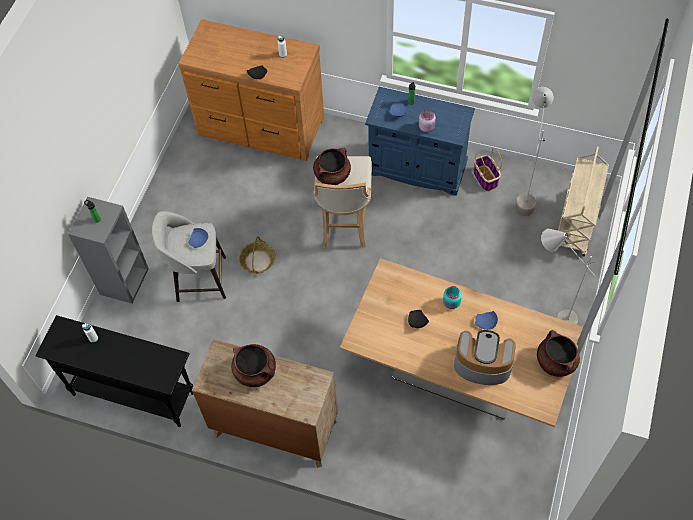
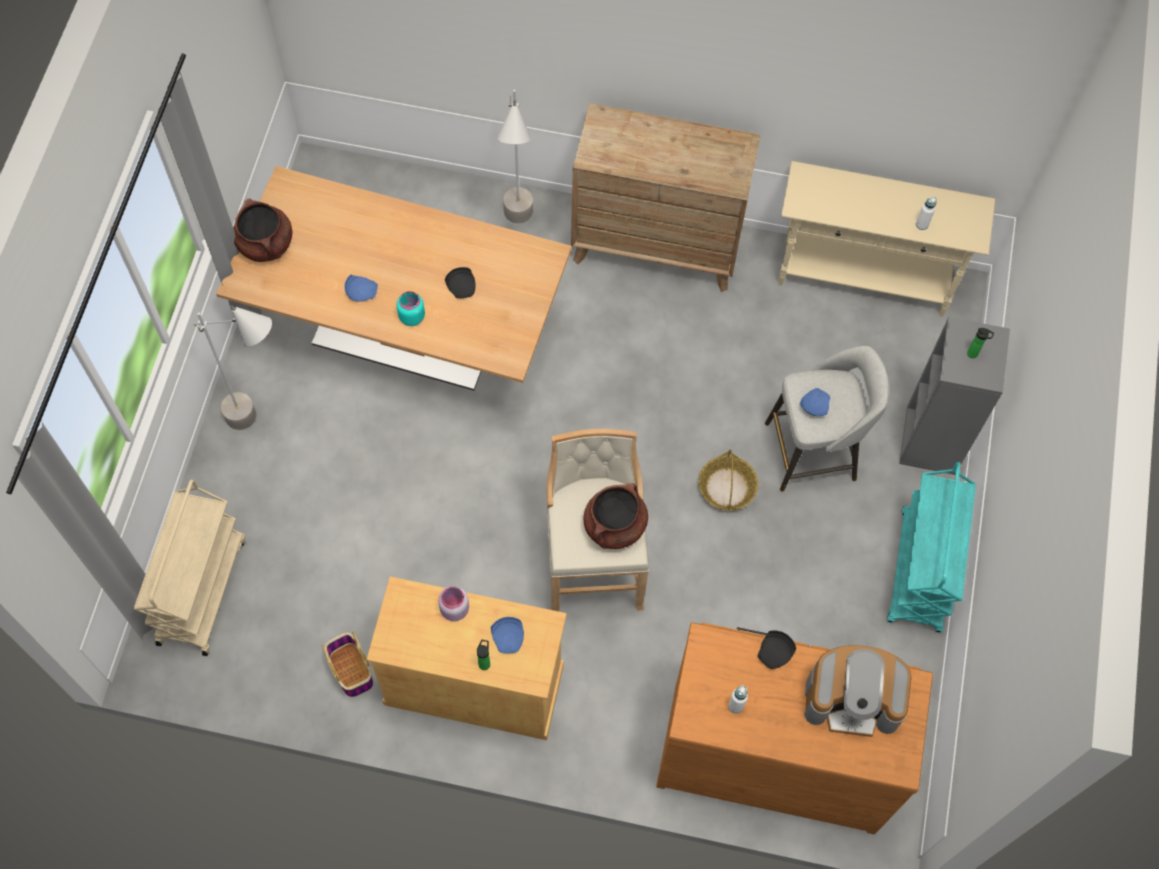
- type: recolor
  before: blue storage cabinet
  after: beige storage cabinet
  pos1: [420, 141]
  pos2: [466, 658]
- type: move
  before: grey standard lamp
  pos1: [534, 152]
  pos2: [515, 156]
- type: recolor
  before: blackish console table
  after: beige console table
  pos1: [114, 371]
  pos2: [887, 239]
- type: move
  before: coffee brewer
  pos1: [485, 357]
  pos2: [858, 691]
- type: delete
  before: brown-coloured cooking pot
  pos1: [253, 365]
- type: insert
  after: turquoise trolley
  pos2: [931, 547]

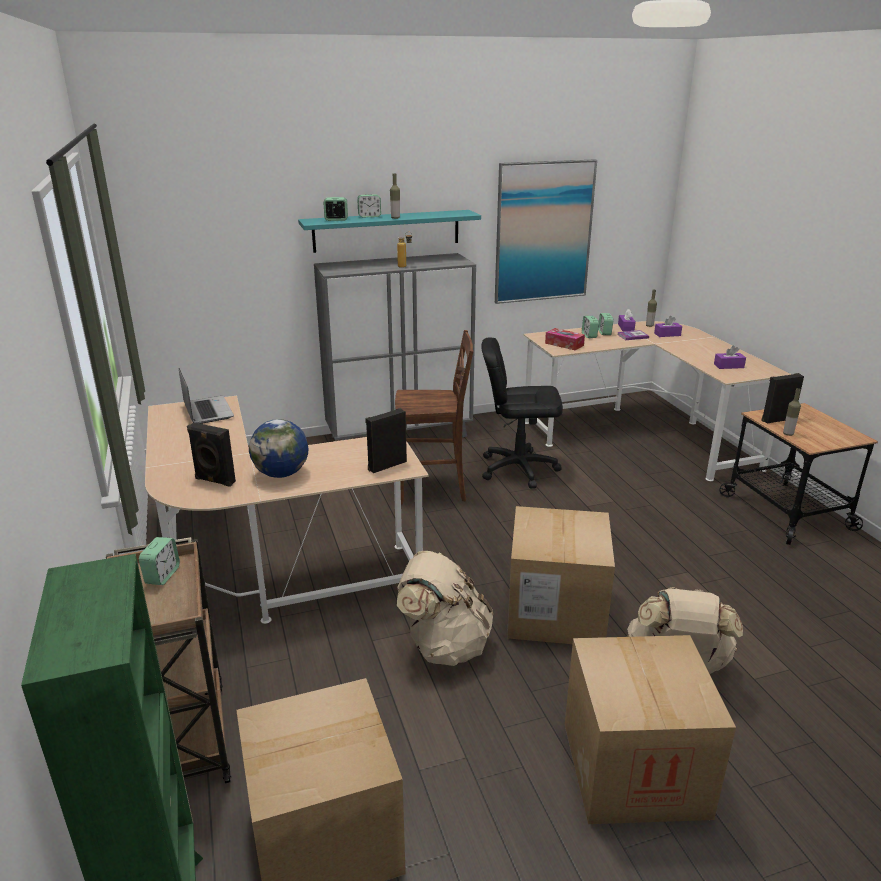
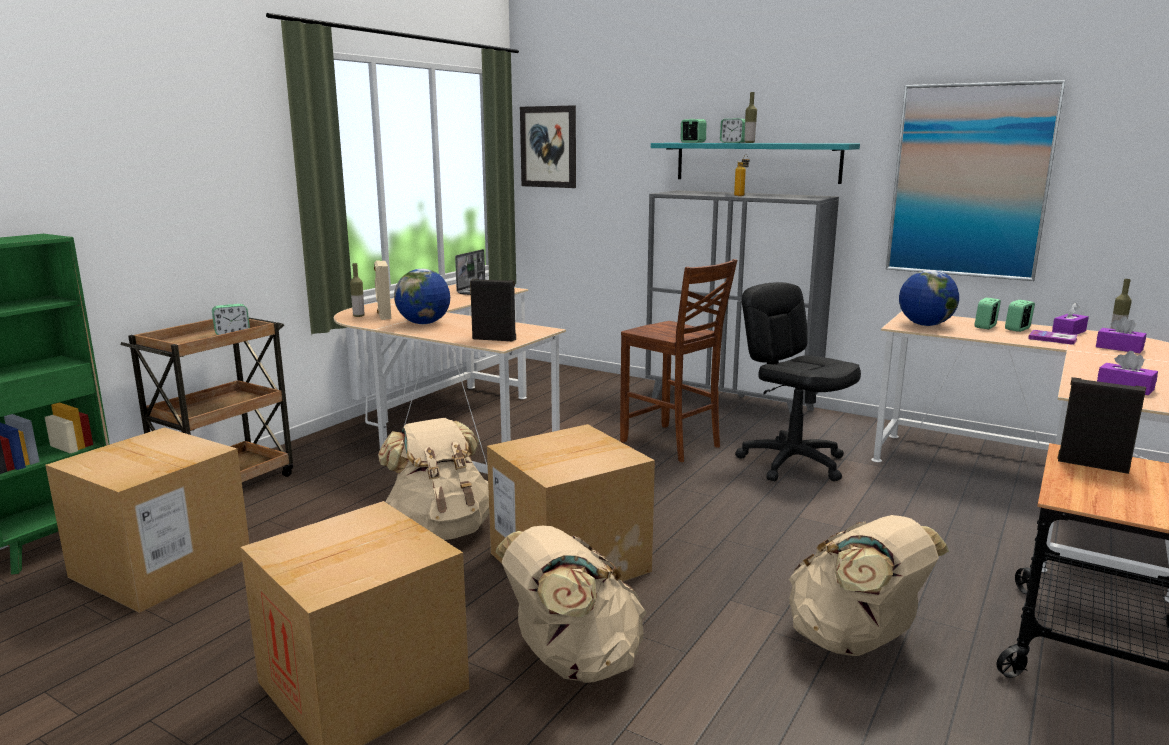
- type: replace
  before: box of tissues
  after: desk globe
  pos1: [565, 339]
  pos2: [929, 298]
- type: move
  before: drink bottle
  pos1: [792, 412]
  pos2: [357, 290]
- type: recolor
  before: blackish speaker
  after: beige speaker
  pos1: [211, 455]
  pos2: [382, 290]
- type: insert
  after: wall art
  pos2: [548, 146]
- type: insert
  after: beige backpack
  pos2: [869, 585]

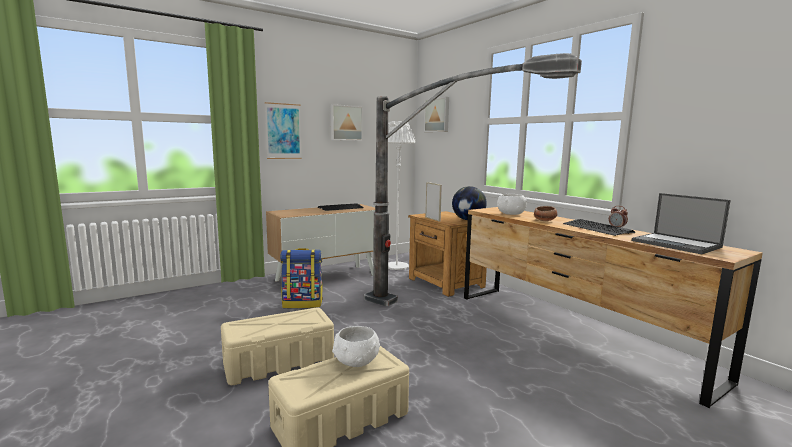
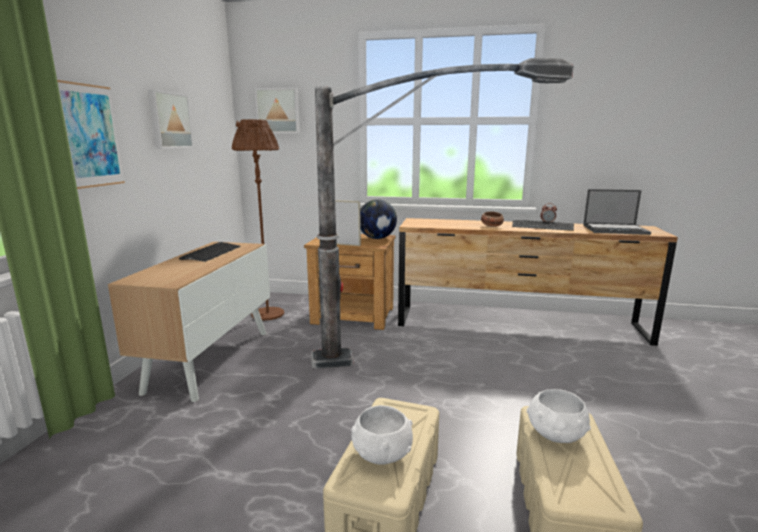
- type: recolor
  before: white standard lamp
  after: brown-coloured standard lamp
  pos1: [402, 195]
  pos2: [258, 220]
- type: move
  before: white deep dish
  pos1: [512, 204]
  pos2: [382, 435]
- type: delete
  before: backpack
  pos1: [301, 278]

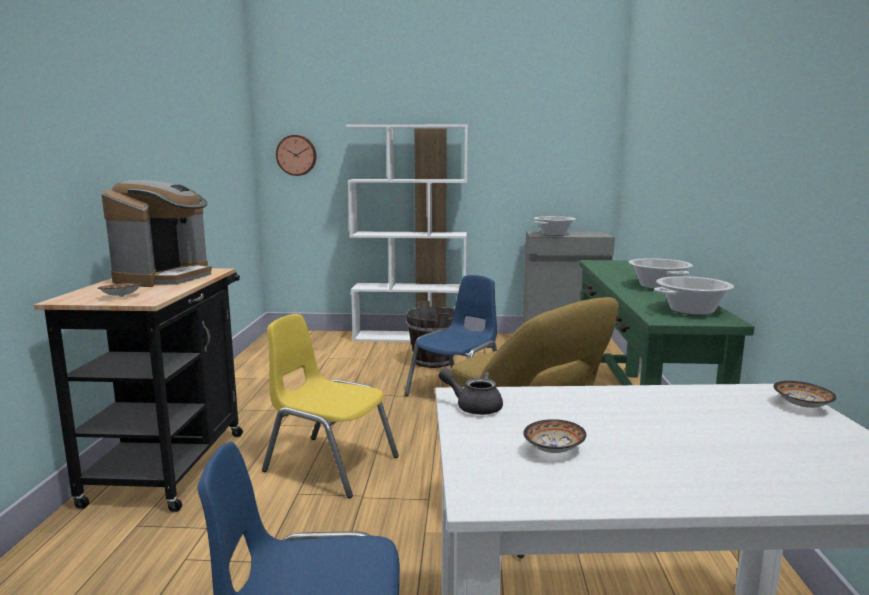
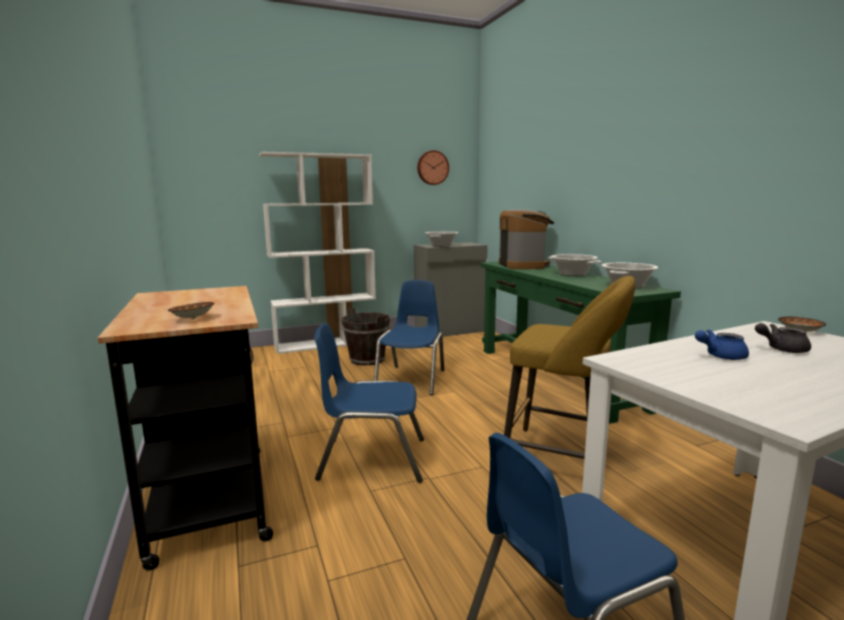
- type: move
  before: clock on the wall
  pos1: [296, 155]
  pos2: [433, 167]
- type: move
  before: coffee brewer
  pos1: [156, 233]
  pos2: [526, 239]
- type: recolor
  before: yellowish upright chair
  after: blue upright chair
  pos1: [330, 406]
  pos2: [369, 403]
- type: move
  before: grey teapot
  pos1: [470, 391]
  pos2: [783, 338]
- type: delete
  before: deep dish
  pos1: [554, 436]
- type: insert
  after: blue teapot
  pos2: [722, 344]

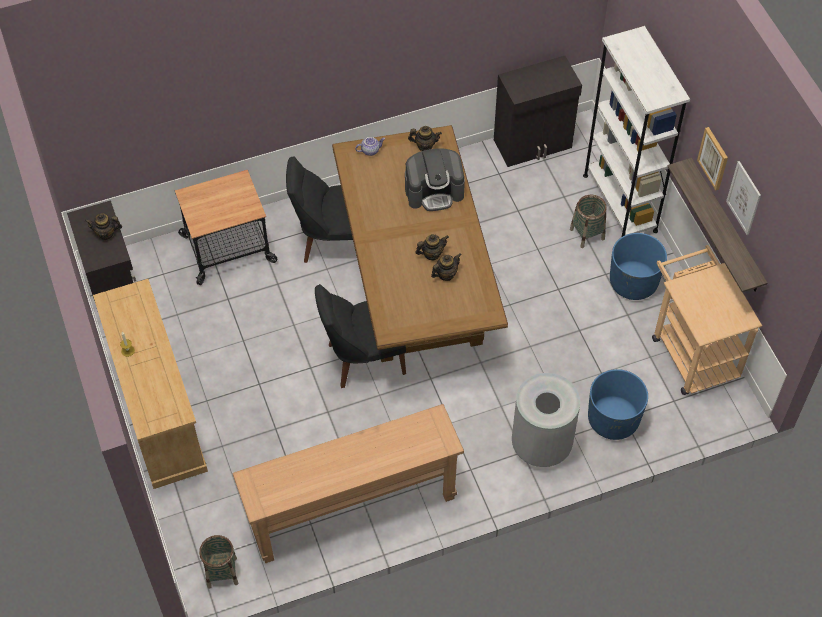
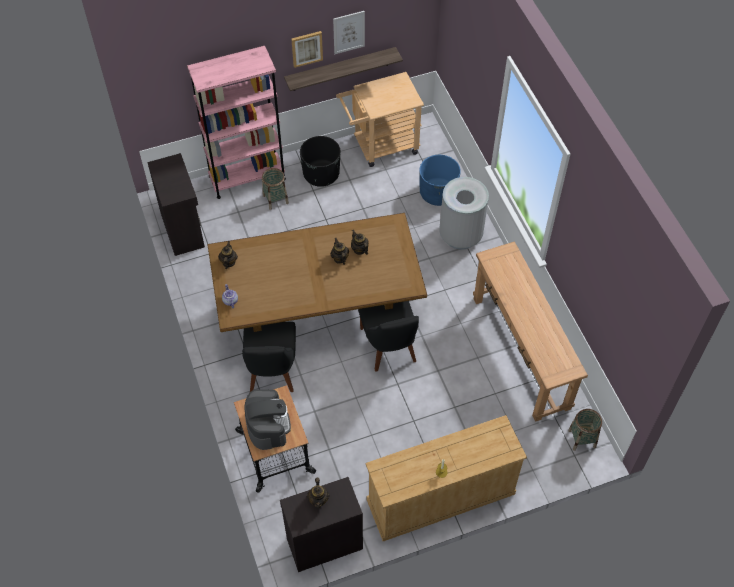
- type: recolor
  before: white shelving unit
  after: pink shelving unit
  pos1: [636, 131]
  pos2: [236, 122]
- type: move
  before: coffee brewer
  pos1: [435, 179]
  pos2: [268, 419]
- type: recolor
  before: blue plant pot
  after: blackish plant pot
  pos1: [638, 266]
  pos2: [320, 161]

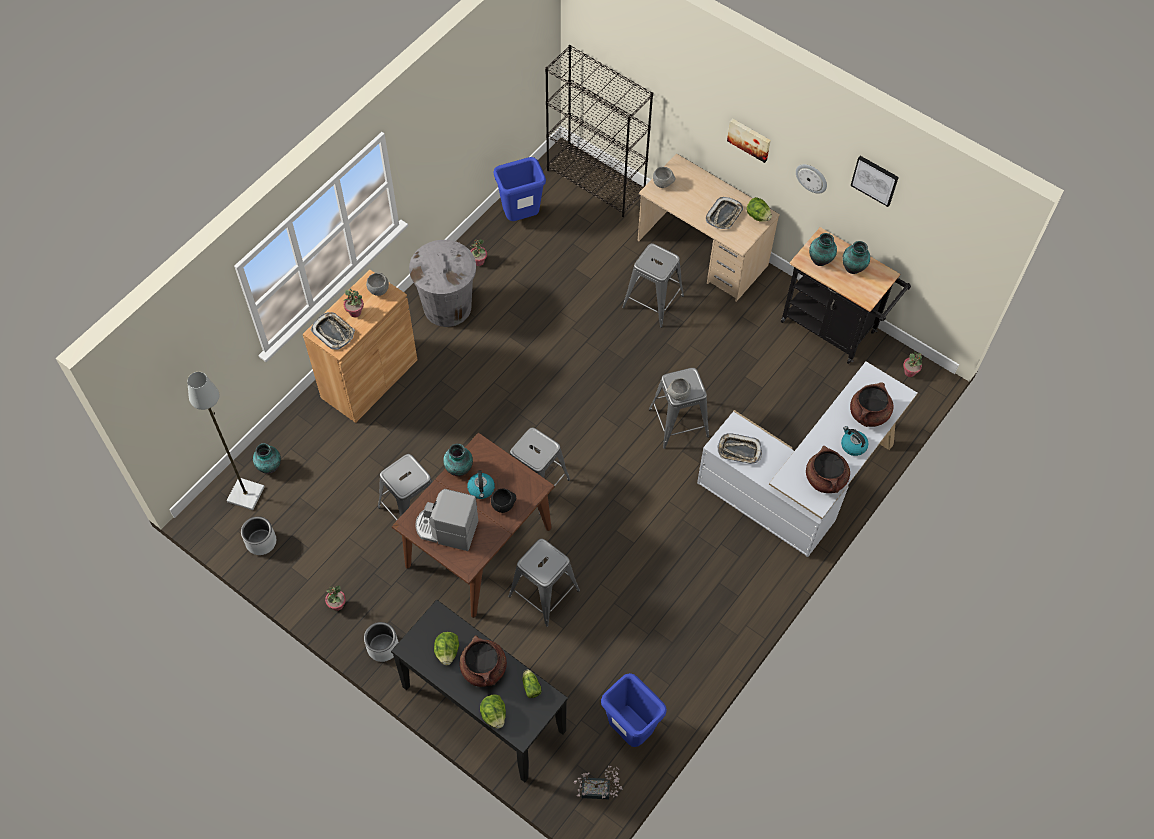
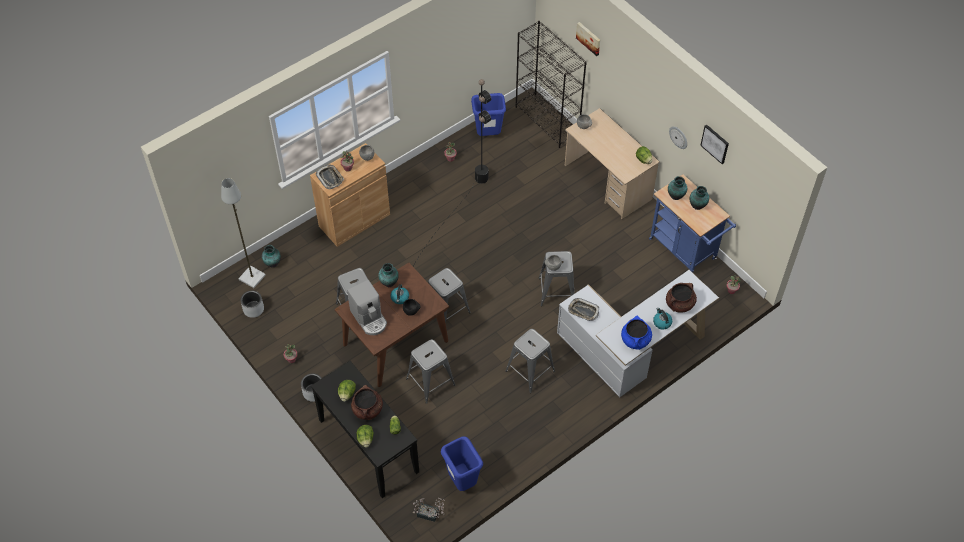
- type: move
  before: wall art
  pos1: [749, 140]
  pos2: [588, 39]
- type: delete
  before: carrying tray
  pos1: [724, 213]
- type: recolor
  before: blackish trolley
  after: blue trolley
  pos1: [846, 295]
  pos2: [692, 224]
- type: delete
  before: grey trash can
  pos1: [442, 283]
- type: move
  before: grey sitting stool
  pos1: [653, 285]
  pos2: [530, 361]
- type: recolor
  before: brown-coloured cooking pot
  after: blue cooking pot
  pos1: [828, 469]
  pos2: [636, 333]
- type: rotate
  before: coffee brewer
  pos1: [446, 520]
  pos2: [367, 307]
  turn: -150
- type: insert
  after: blackish standard lamp
  pos2: [452, 172]

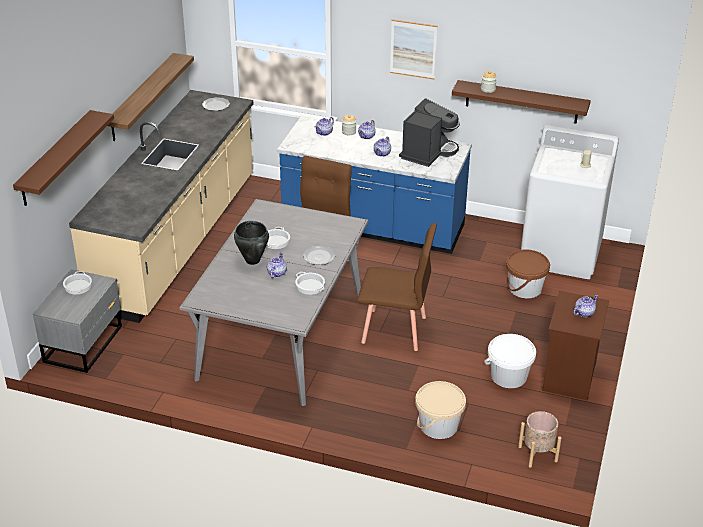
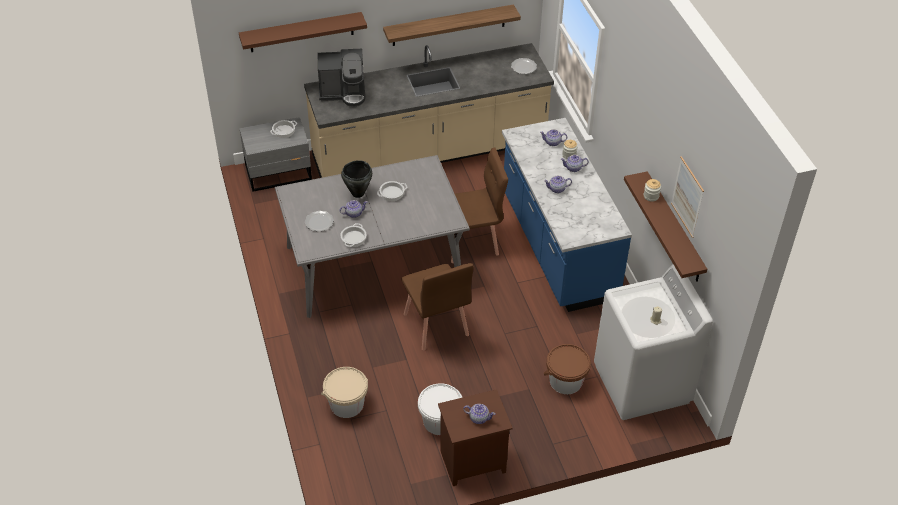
- type: move
  before: wall art
  pos1: [413, 49]
  pos2: [687, 197]
- type: move
  before: coffee brewer
  pos1: [429, 132]
  pos2: [341, 78]
- type: move
  before: dinner plate
  pos1: [319, 255]
  pos2: [319, 221]
- type: delete
  before: beige plant pot
  pos1: [539, 439]

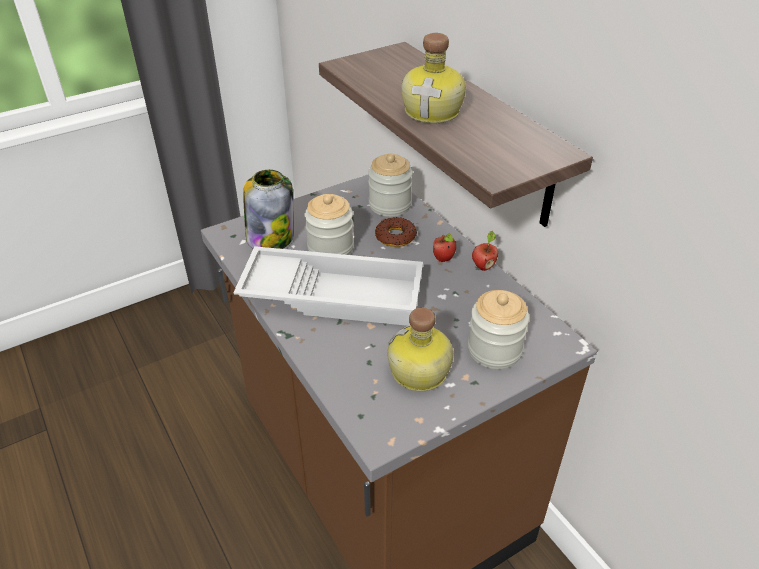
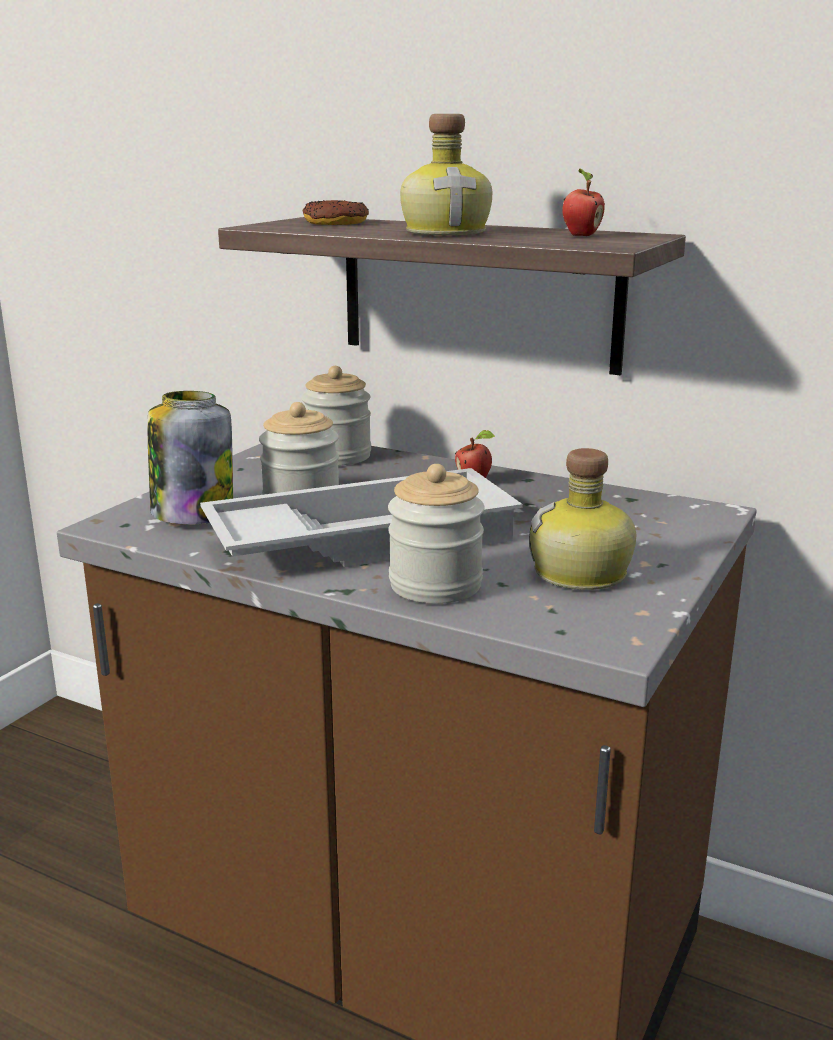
- type: move
  before: ring doughnut
  pos1: [396, 232]
  pos2: [336, 212]
- type: move
  before: whole apple
  pos1: [485, 251]
  pos2: [583, 202]
- type: move
  before: storage jar
  pos1: [498, 329]
  pos2: [436, 534]

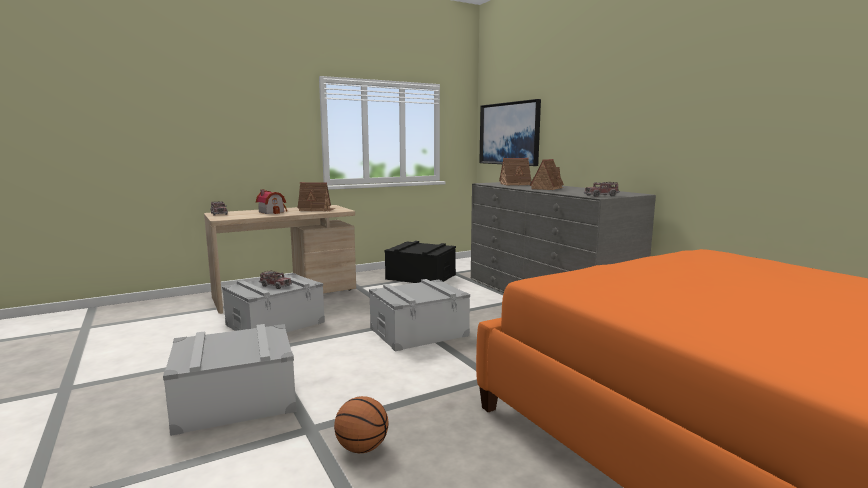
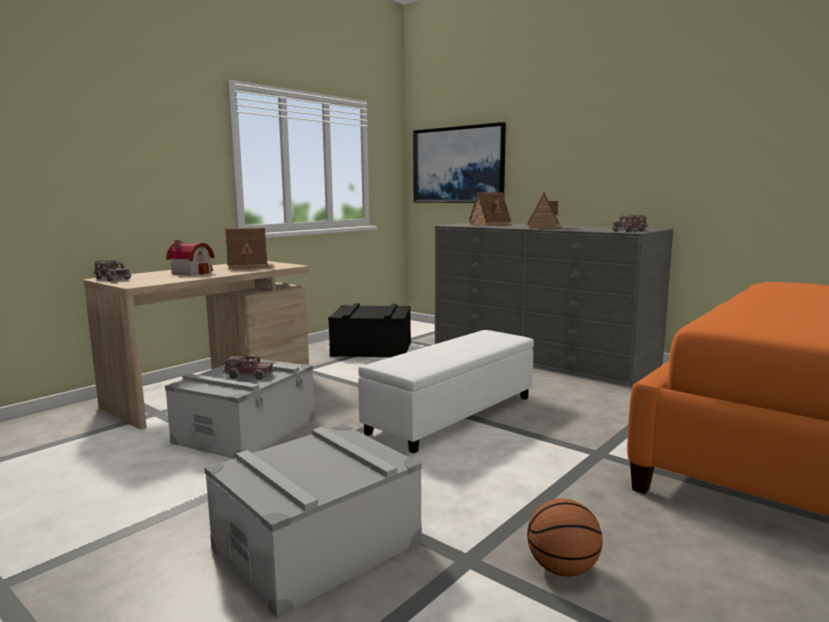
- type: replace
  before: grey storage box
  after: white pouffe
  pos1: [419, 315]
  pos2: [446, 391]

